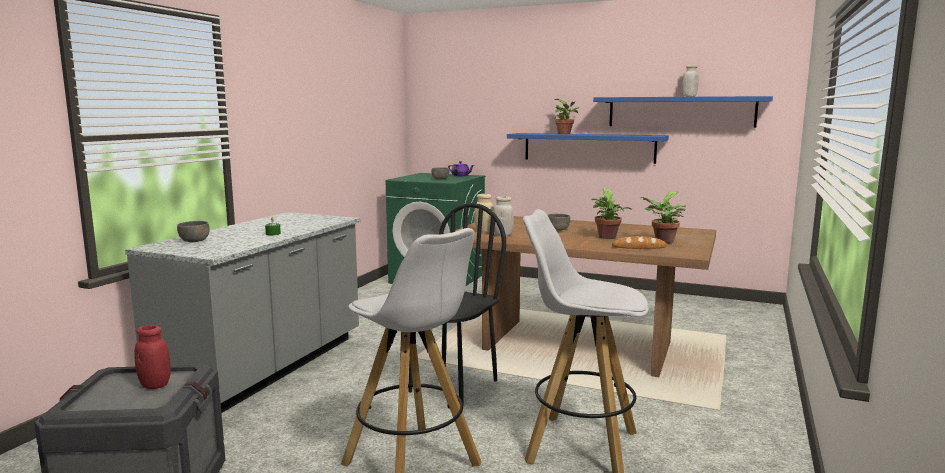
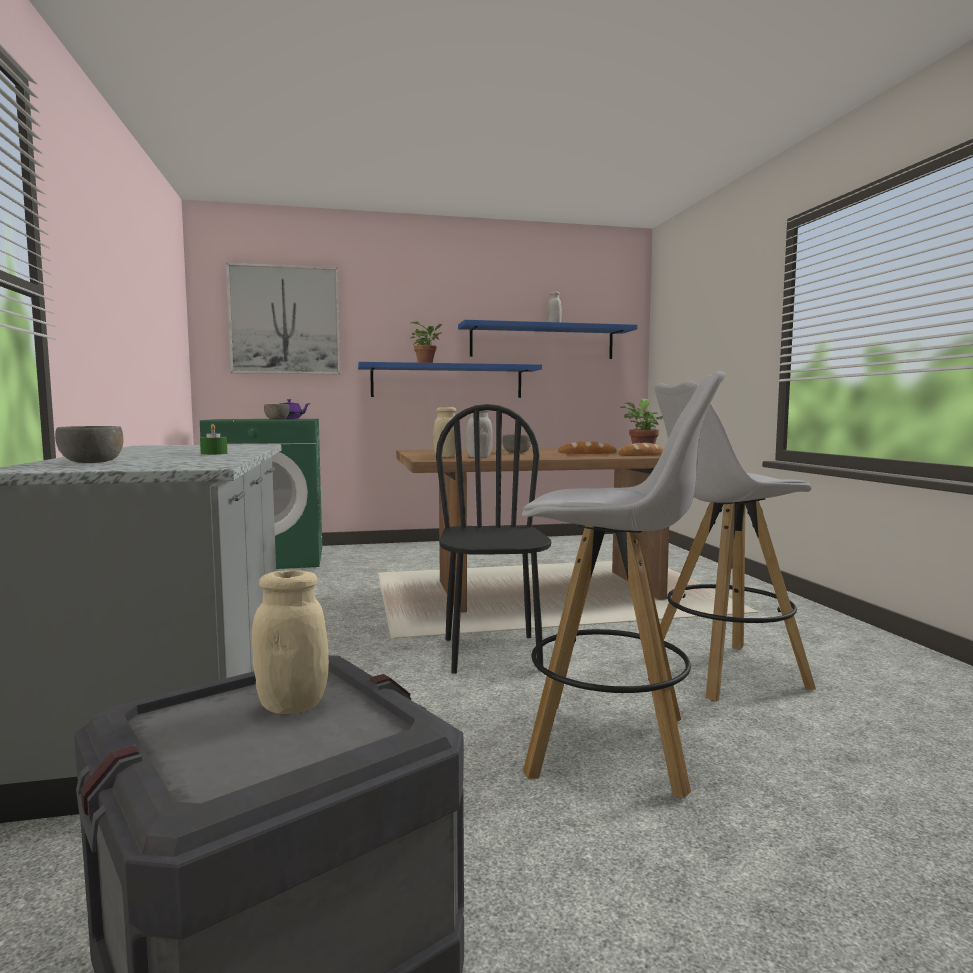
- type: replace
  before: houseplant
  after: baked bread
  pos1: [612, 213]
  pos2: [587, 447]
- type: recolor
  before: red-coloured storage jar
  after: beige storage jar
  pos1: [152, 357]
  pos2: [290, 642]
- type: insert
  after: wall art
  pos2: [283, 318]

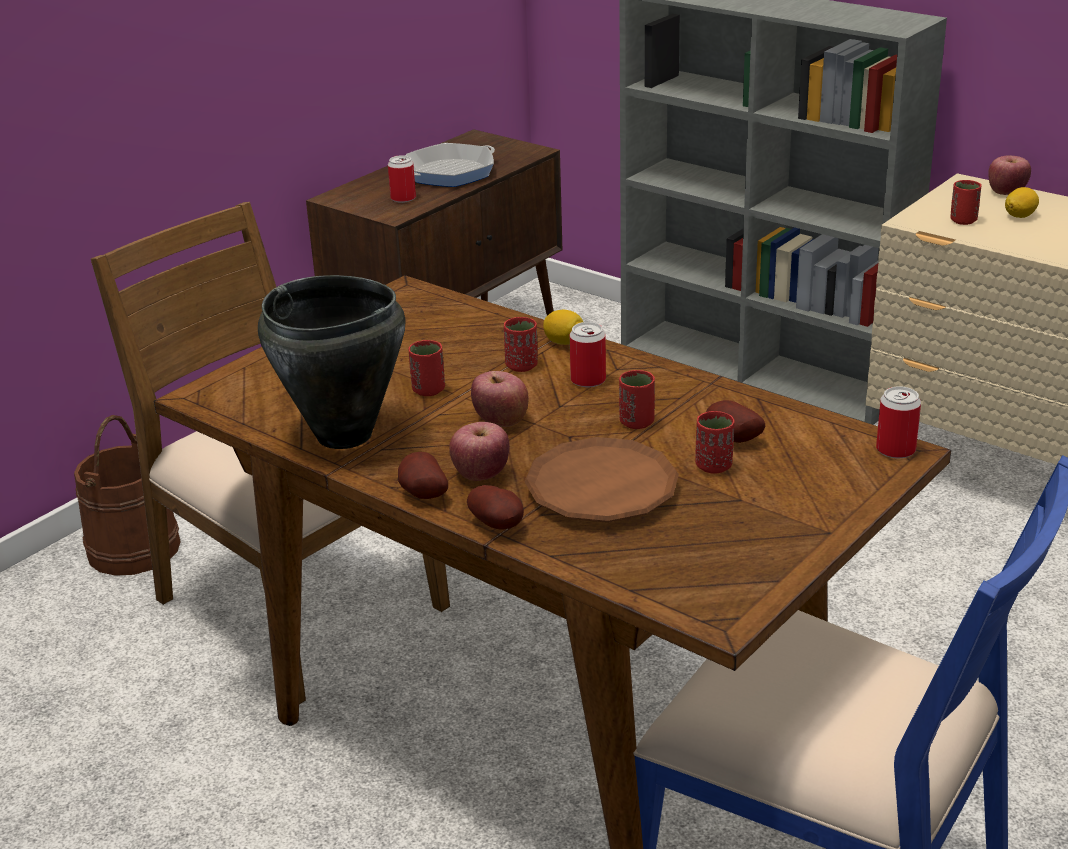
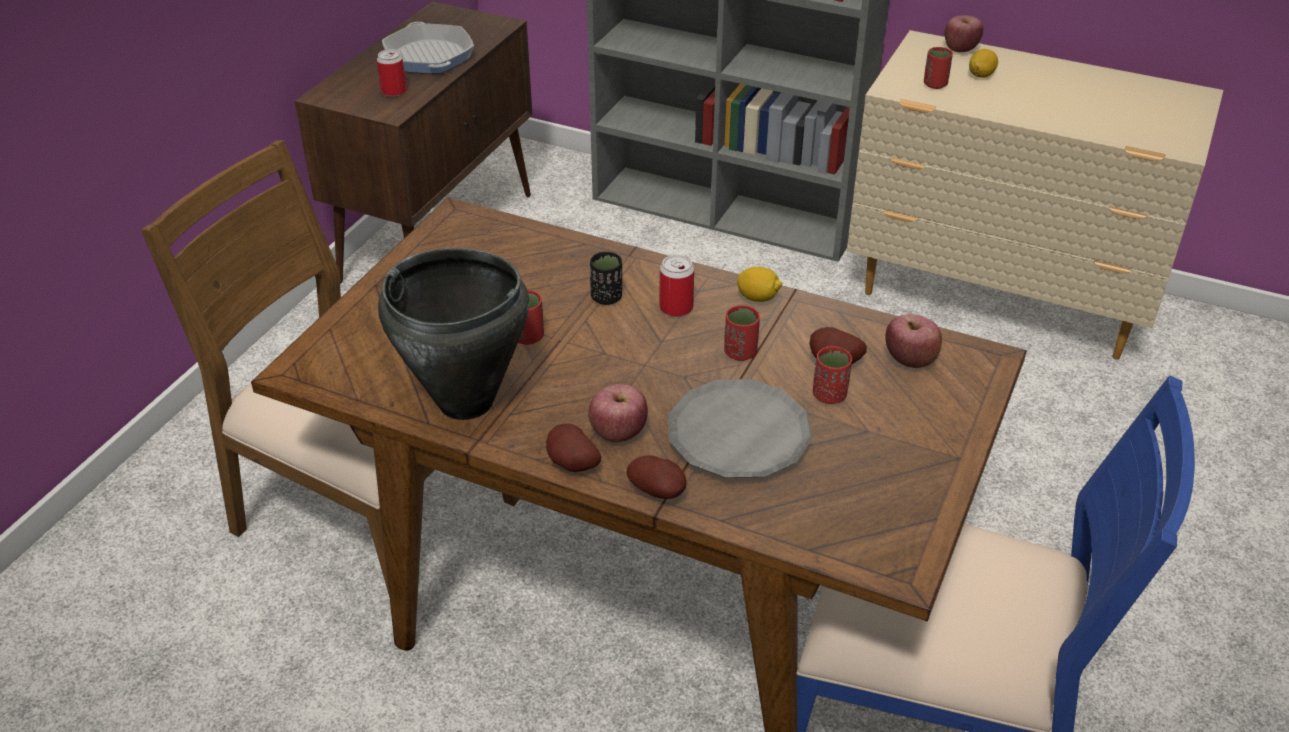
- type: rotate
  before: frying pan
  pos1: [450, 165]
  pos2: [428, 48]
  turn: -60
- type: move
  before: whole lemon
  pos1: [563, 327]
  pos2: [759, 284]
- type: recolor
  before: red-coloured cup
  after: blackish cup
  pos1: [521, 344]
  pos2: [606, 278]
- type: move
  before: whole apple
  pos1: [500, 399]
  pos2: [914, 341]
- type: delete
  before: can
  pos1: [898, 422]
- type: delete
  before: brown-coloured pail
  pos1: [127, 495]
- type: recolor
  before: brown-coloured dinner plate
  after: grey dinner plate
  pos1: [601, 480]
  pos2: [740, 428]

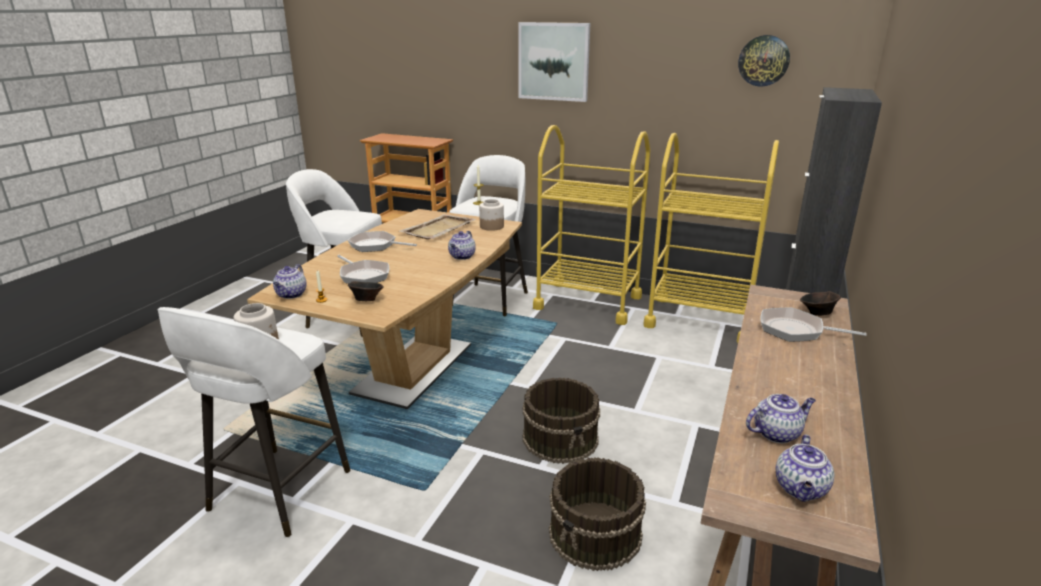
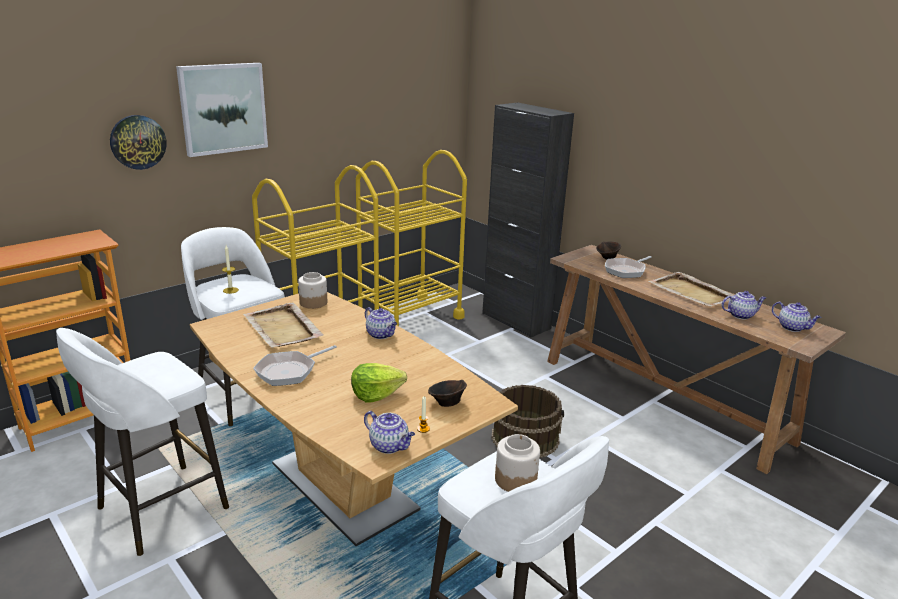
- type: move
  before: clock on the wall
  pos1: [764, 61]
  pos2: [138, 142]
- type: replace
  before: frying pan
  after: head of lettuce
  pos1: [363, 269]
  pos2: [379, 382]
- type: rotate
  before: teapot
  pos1: [781, 418]
  pos2: [744, 305]
  turn: 75
- type: delete
  before: brown-coloured pail
  pos1: [597, 514]
- type: insert
  after: beige carrying tray
  pos2: [691, 289]

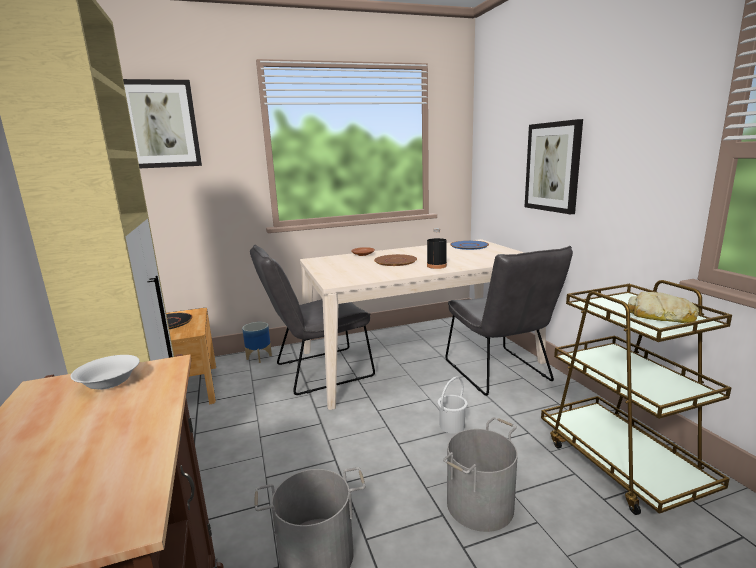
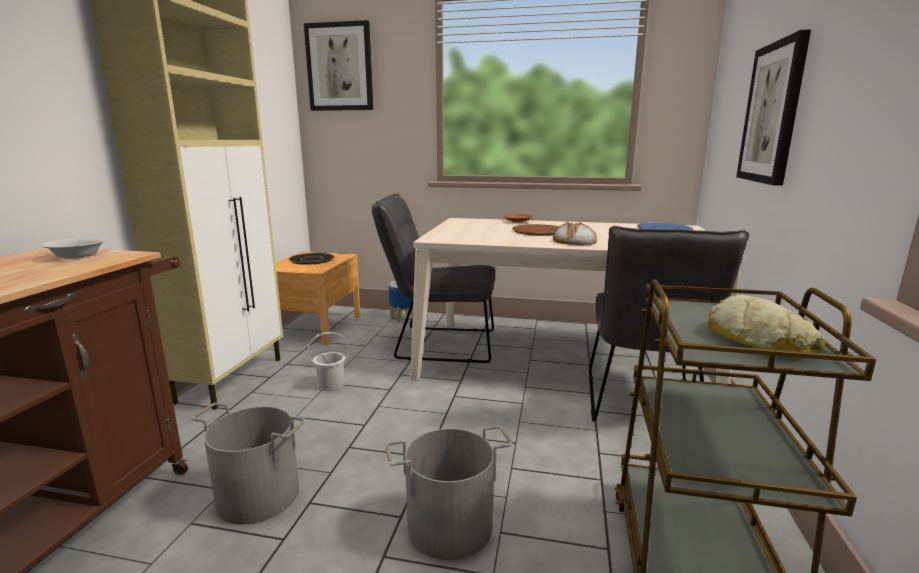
- type: replace
  before: blackish drink bottle
  after: baked bread
  pos1: [437, 248]
  pos2: [575, 233]
- type: move
  before: white pail
  pos1: [452, 405]
  pos2: [328, 361]

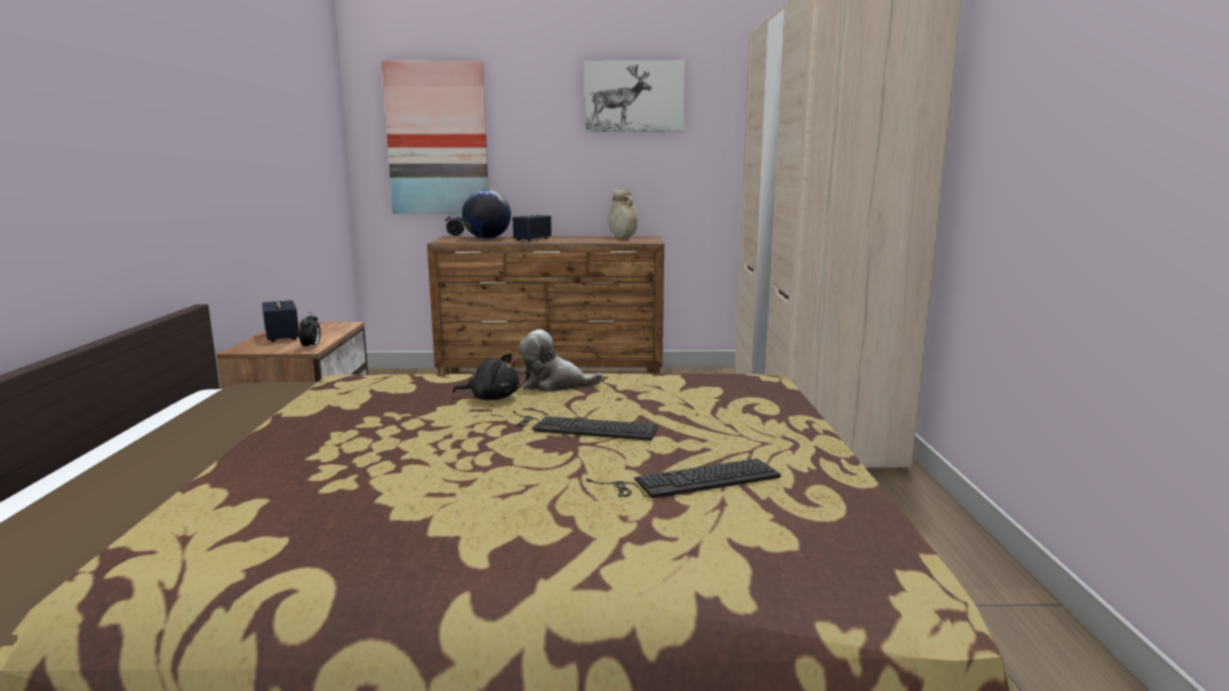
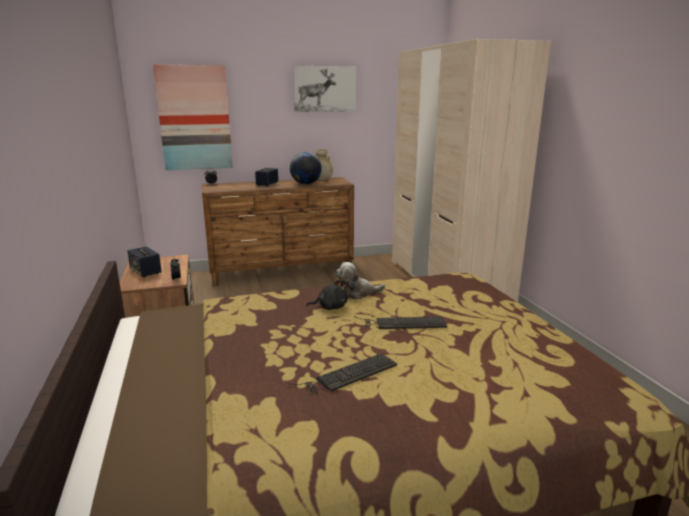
- type: move
  before: desk globe
  pos1: [486, 214]
  pos2: [306, 168]
- type: move
  before: PC keyboard
  pos1: [683, 479]
  pos2: [342, 373]

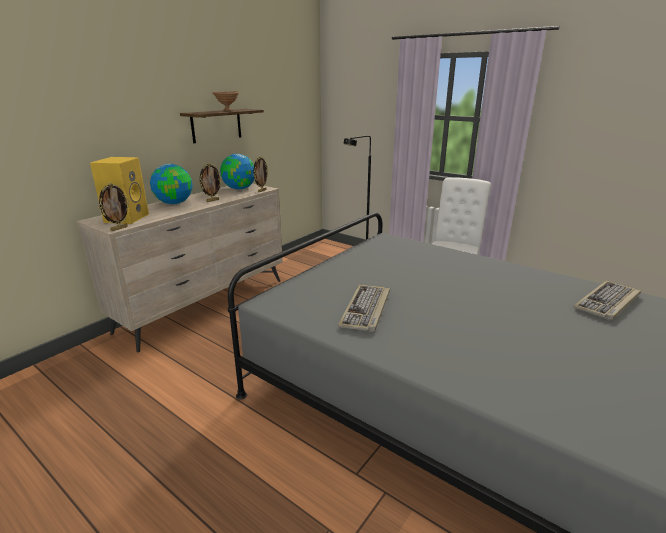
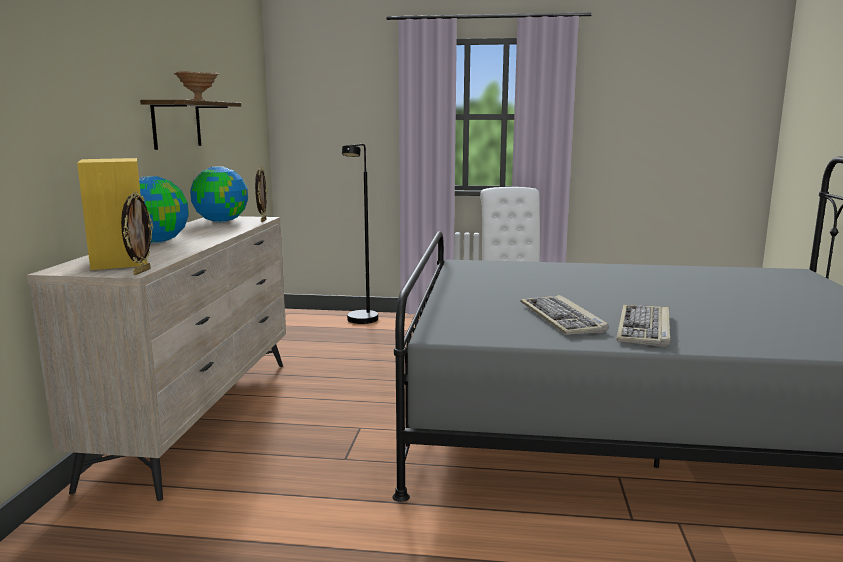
- type: delete
  before: picture frame
  pos1: [210, 182]
- type: move
  before: PC keyboard
  pos1: [607, 301]
  pos2: [643, 326]

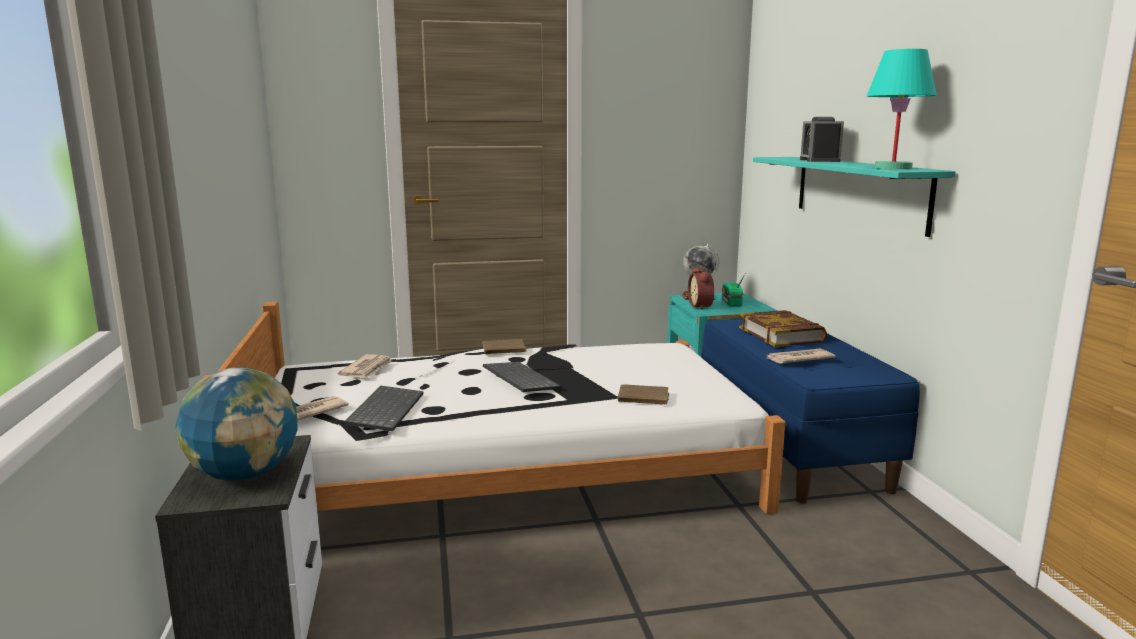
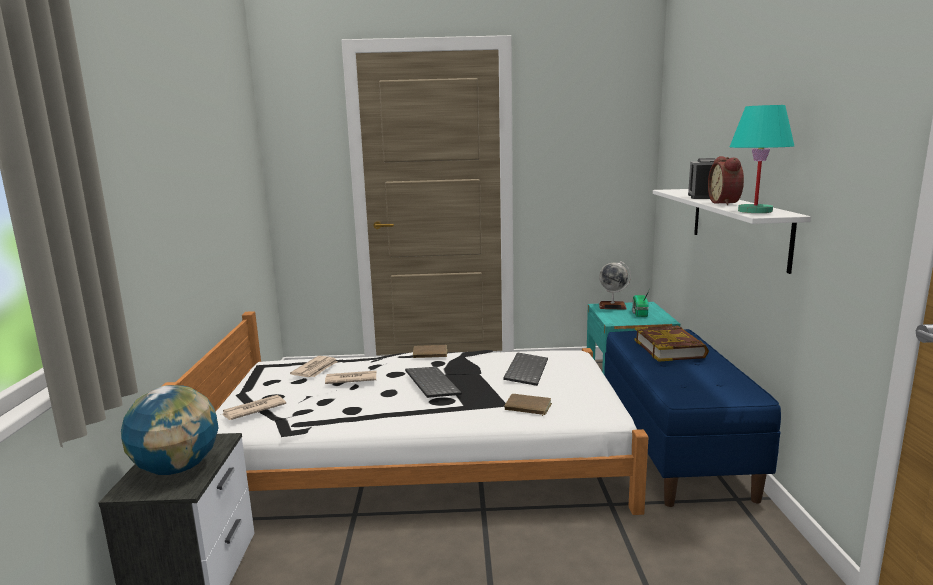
- type: recolor
  before: turquoise shelf
  after: white shelf
  pos1: [854, 197]
  pos2: [732, 231]
- type: move
  before: alarm clock
  pos1: [701, 288]
  pos2: [726, 180]
- type: move
  before: printed paper
  pos1: [801, 356]
  pos2: [351, 377]
- type: move
  before: PC keyboard
  pos1: [383, 408]
  pos2: [525, 369]

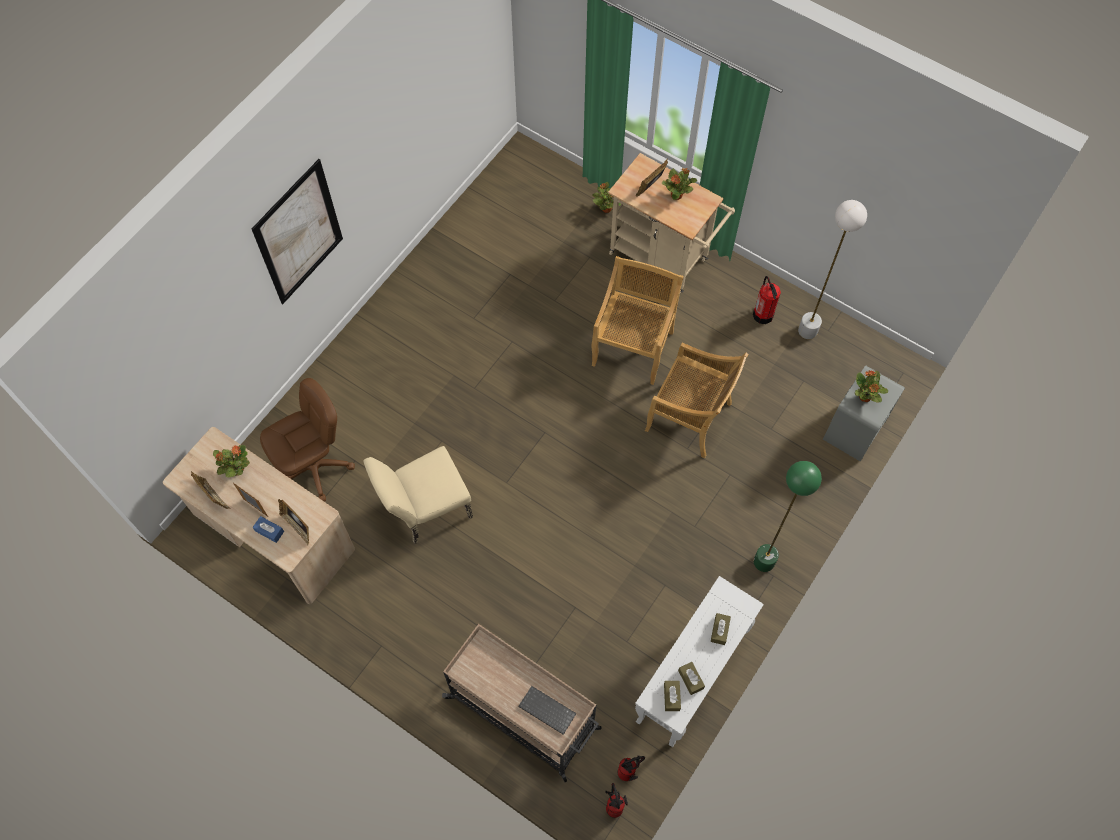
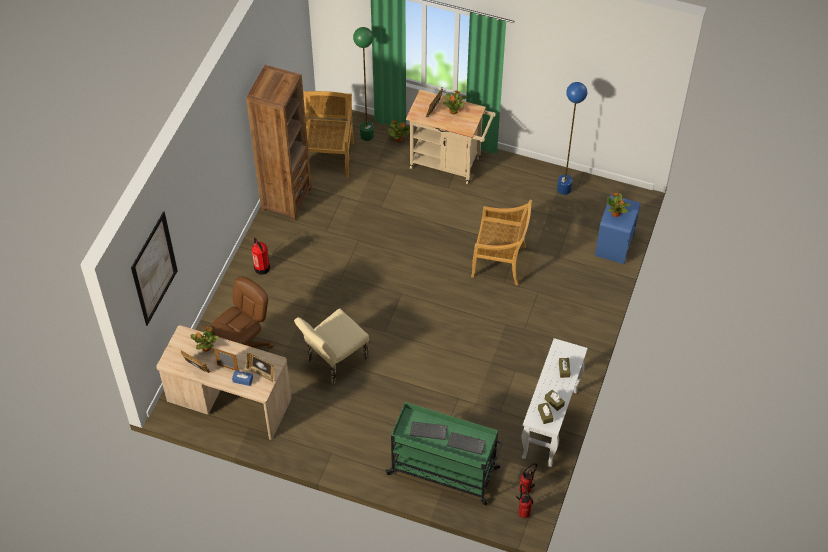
- type: move
  before: wall art
  pos1: [297, 231]
  pos2: [154, 268]
- type: recolor
  before: white standard lamp
  after: blue standard lamp
  pos1: [832, 269]
  pos2: [572, 138]
- type: move
  before: beige upright chair
  pos1: [638, 320]
  pos2: [328, 134]
- type: move
  before: fire-fighting cylinder
  pos1: [767, 300]
  pos2: [261, 256]
- type: recolor
  before: grey nightstand
  after: blue nightstand
  pos1: [864, 413]
  pos2: [618, 229]
- type: move
  before: greenish standard lamp
  pos1: [788, 516]
  pos2: [363, 84]
- type: recolor
  before: beige trolley
  after: greenish trolley
  pos1: [521, 703]
  pos2: [444, 453]
- type: insert
  after: brown-coloured shelving unit
  pos2: [279, 142]
- type: insert
  after: PC keyboard
  pos2: [428, 431]

